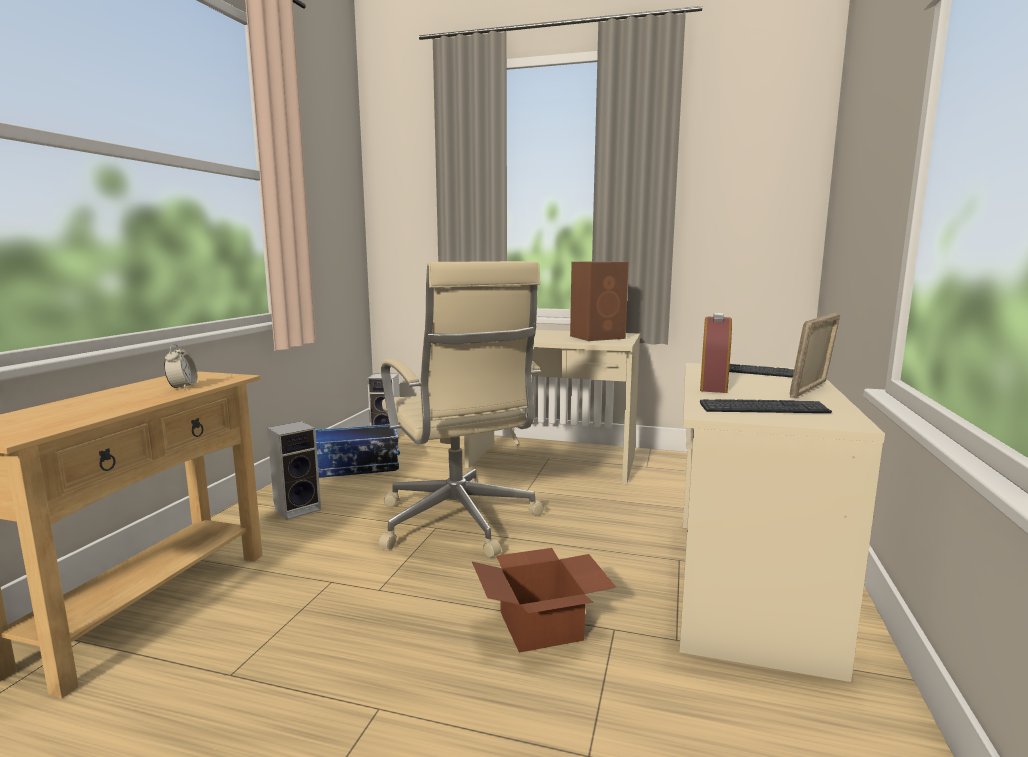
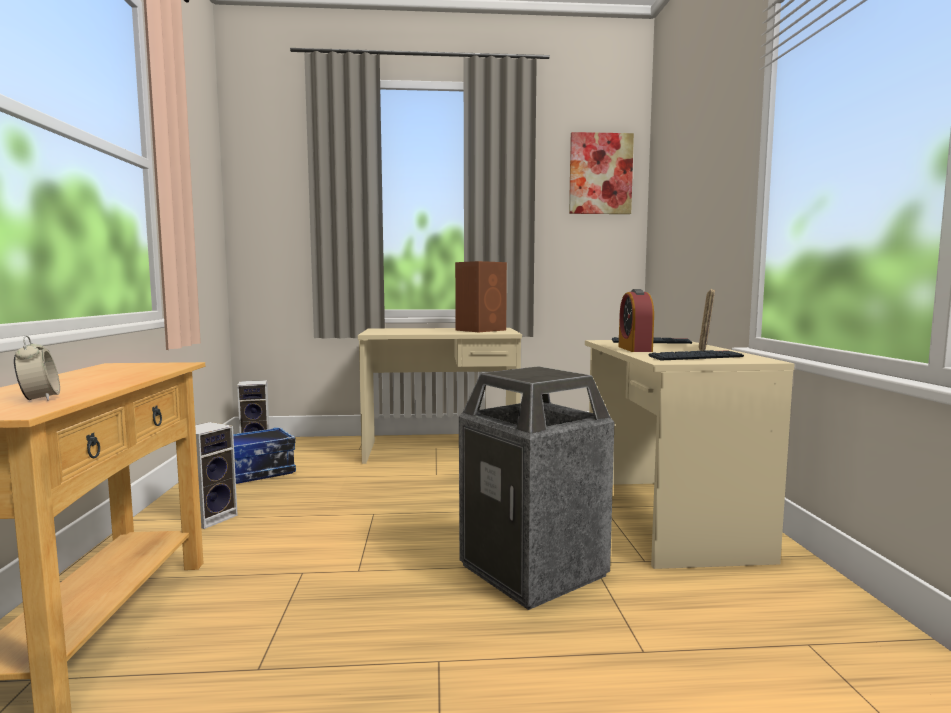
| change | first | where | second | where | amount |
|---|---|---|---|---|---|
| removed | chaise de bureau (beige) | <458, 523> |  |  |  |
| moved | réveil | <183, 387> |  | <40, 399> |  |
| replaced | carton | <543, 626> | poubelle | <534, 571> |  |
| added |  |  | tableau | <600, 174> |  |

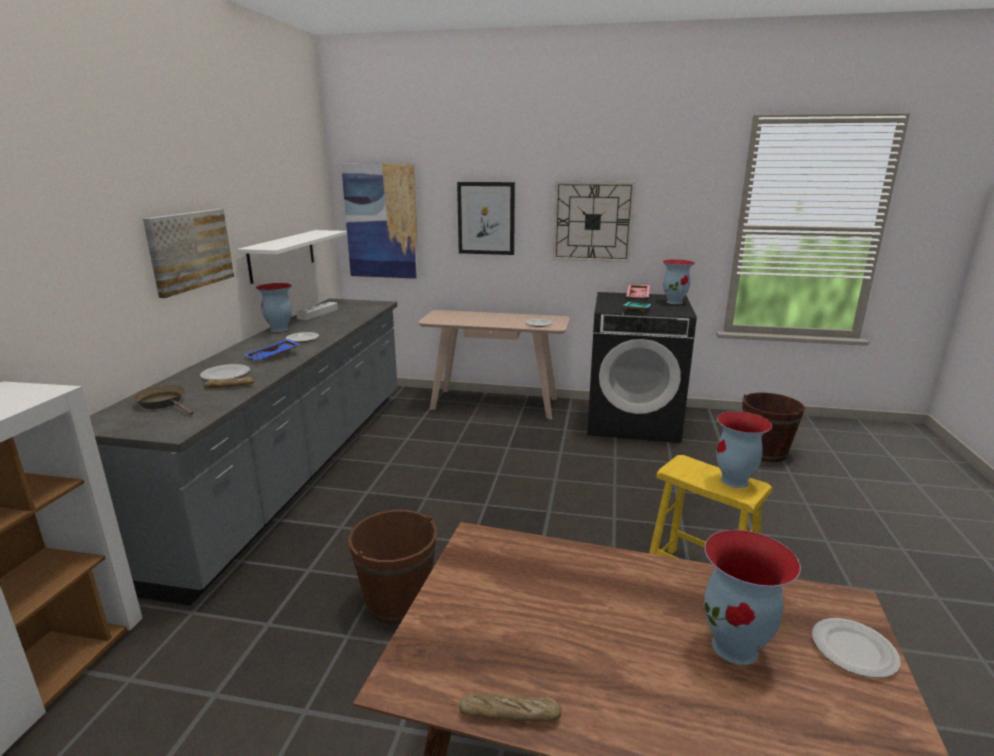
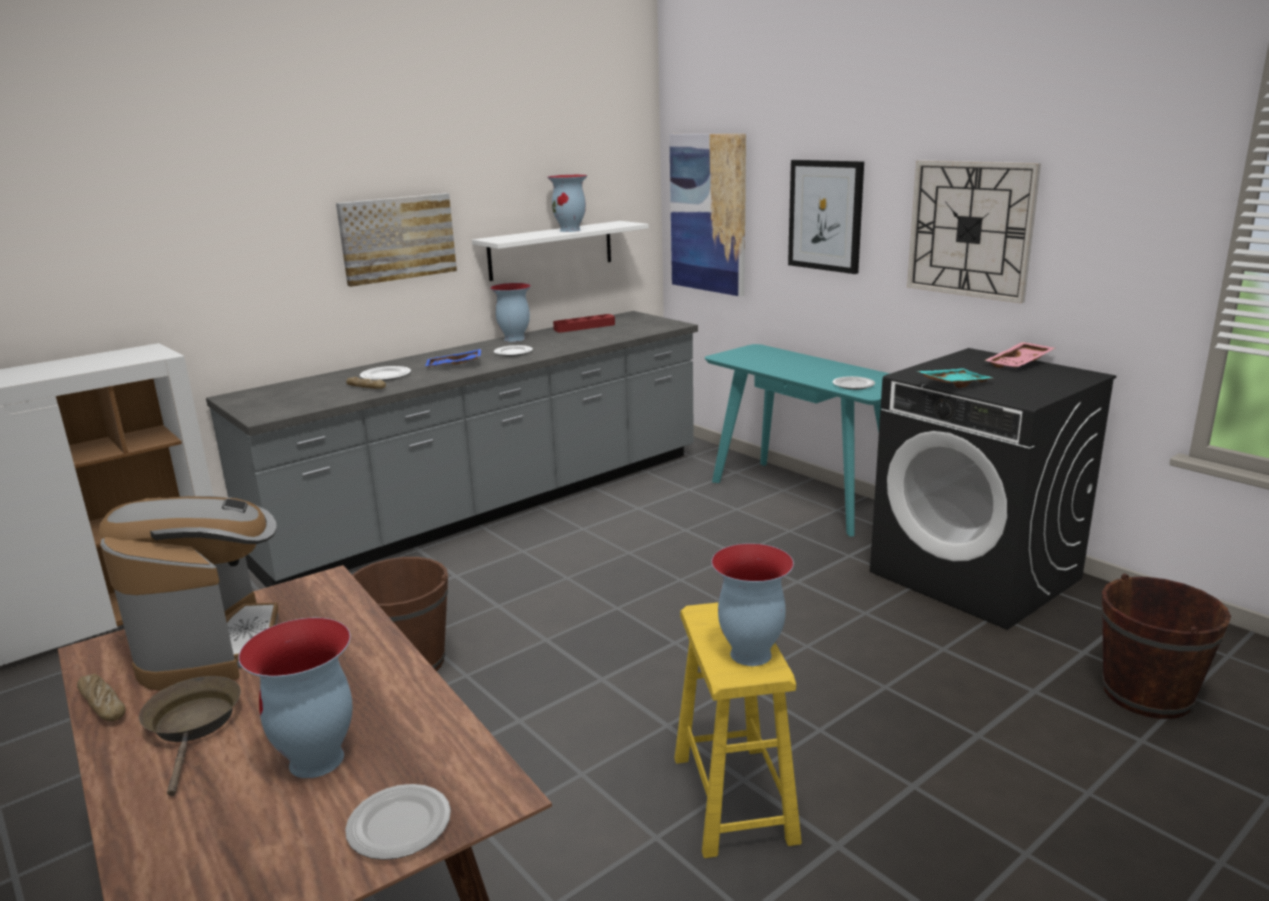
| change | first | where | second | where | amount |
|---|---|---|---|---|---|
| moved | vase | <674, 302> |  | <571, 230> |  |
| recoloured | plateau (gris) | <318, 313> | plateau (rouge) | <584, 327> |  |
| recoloured | table console (beige) | <495, 403> | table console (turquoise) | <803, 495> |  |
| moved | poêle (marron) | <163, 403> |  | <194, 725> |  |
| added |  |  | machine à café | <213, 646> |  |

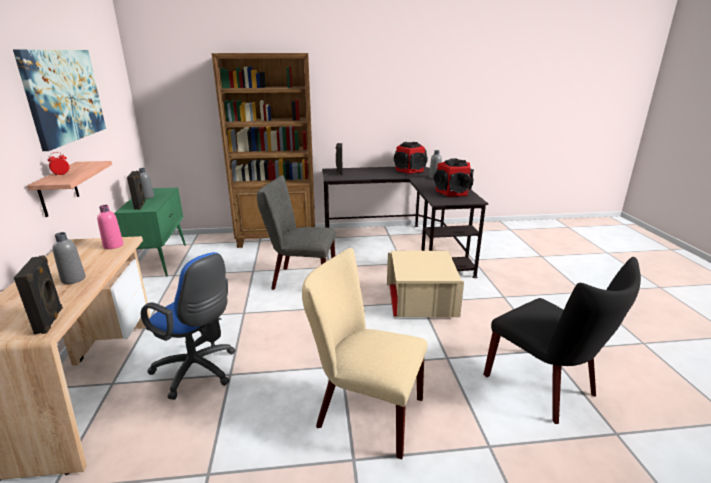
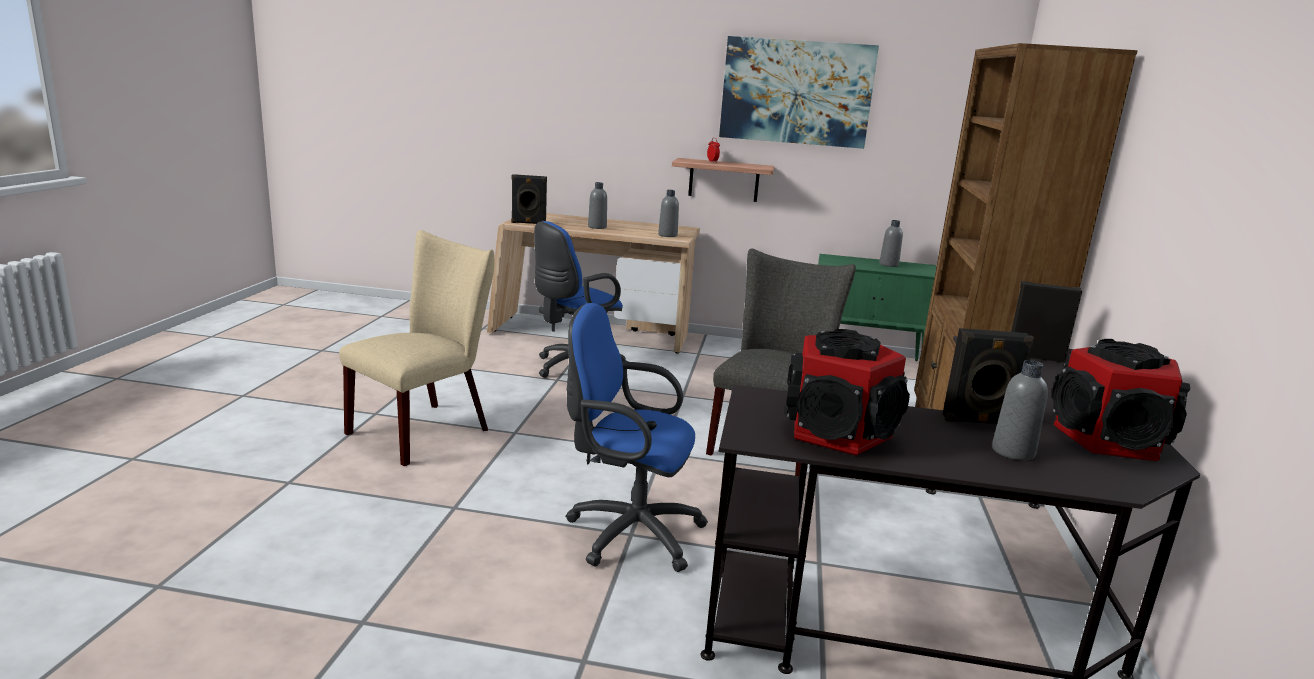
| change | first | where | second | where | amount |
|---|---|---|---|---|---|
| moved | enceinte (noir) | <140, 205> |  | <978, 421> |  |
| recoloured | bouteille (rose) | <113, 245> | bouteille (gris) | <667, 235> |  |
| replaced | boîte de rangement (beige) | <420, 303> | chaise de bureau (bleu) | <627, 532> |  |
| removed | chaise (noir) | <545, 387> |  |  |  |

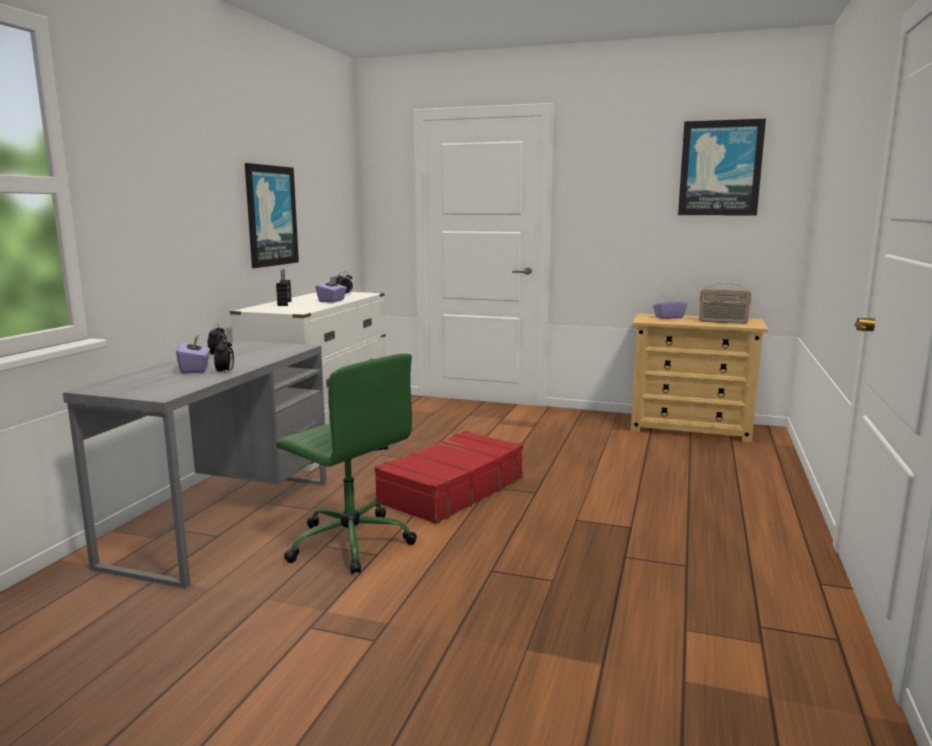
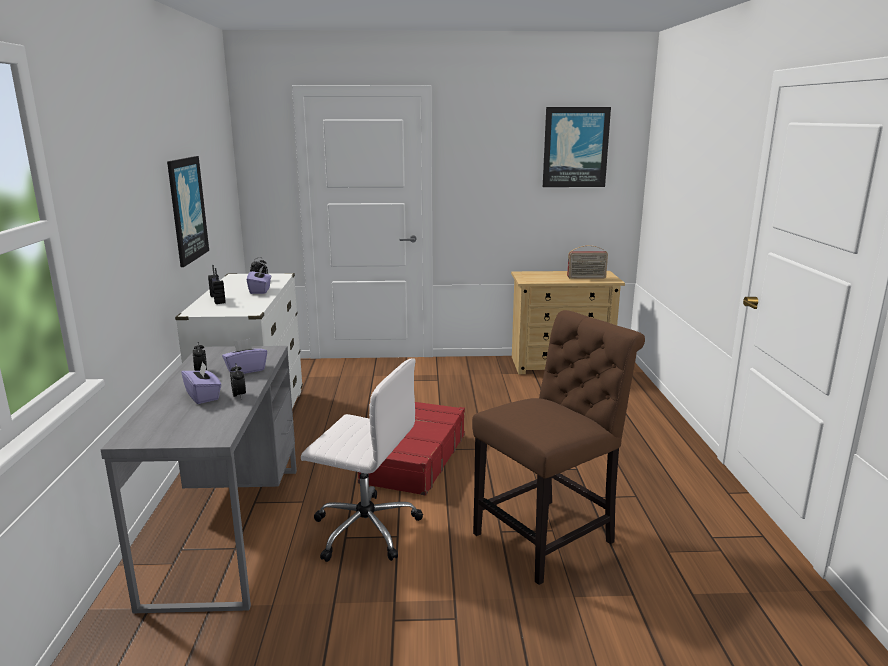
| change | first | where | second | where | amount |
|---|---|---|---|---|---|
| moved | boîte à mouchoirs (violet) | <668, 317> |  | <246, 370> |  |
| recoloured | chaise de bureau (vert) | <349, 542> | chaise de bureau (blanc) | <364, 529> |  |
| added |  |  | chaise (marron) | <549, 536> |  |

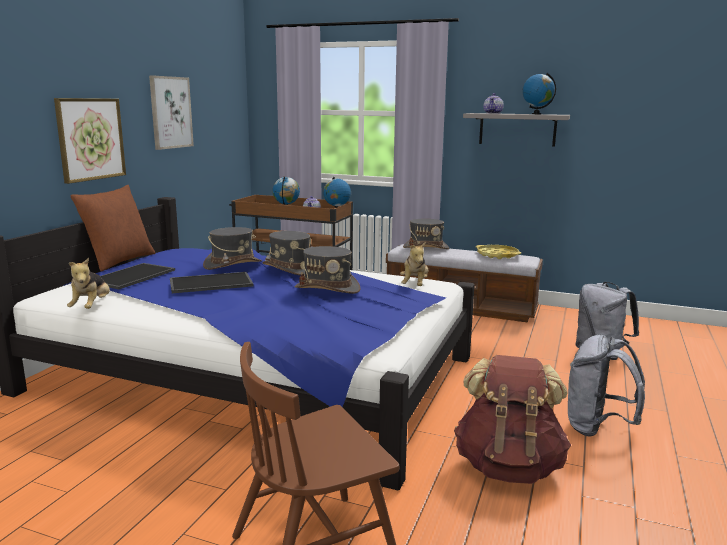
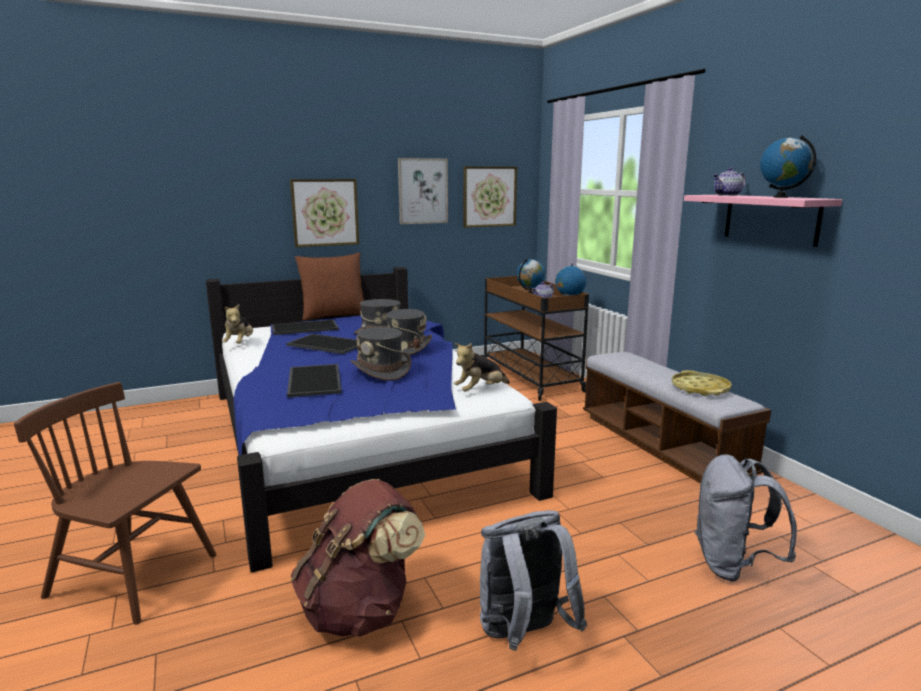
| change | first | where | second | where | amount |
|---|---|---|---|---|---|
| recoloured | étagère (gris) | <517, 129> | étagère (rose) | <771, 219> |  |
| removed | chapeau (gris) | <426, 247> |  |  |  |
| turned | peluche | <92, 307> |  | <240, 343> | 45 degrees counterclockwise |
| added |  |  | tableau | <489, 196> |  |
| added |  |  | plateau | <313, 380> |  |

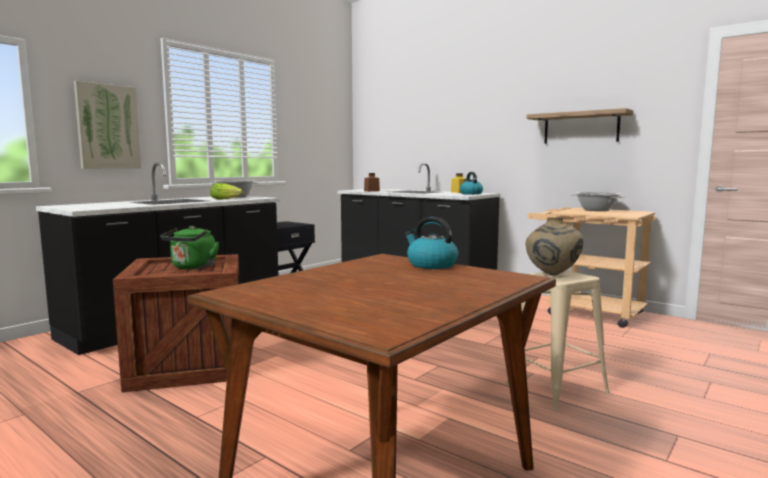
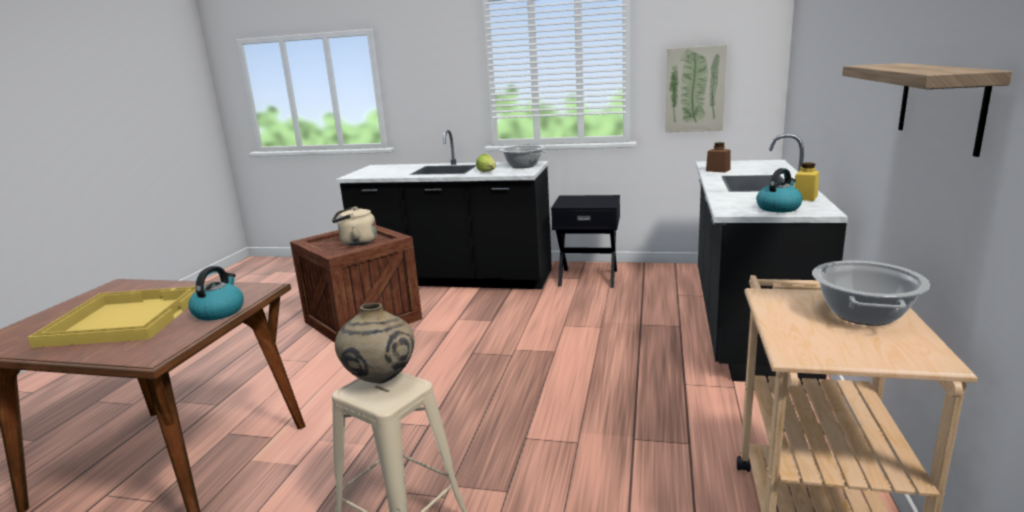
| change | first | where | second | where | amount |
|---|---|---|---|---|---|
| moved | tableau | <108, 126> |  | <695, 89> |  |
| recoloured | bouilloire (vert) | <192, 267> | bouilloire (beige) | <356, 242> |  |
| added |  |  | plateau (jaune) | <123, 318> |  |

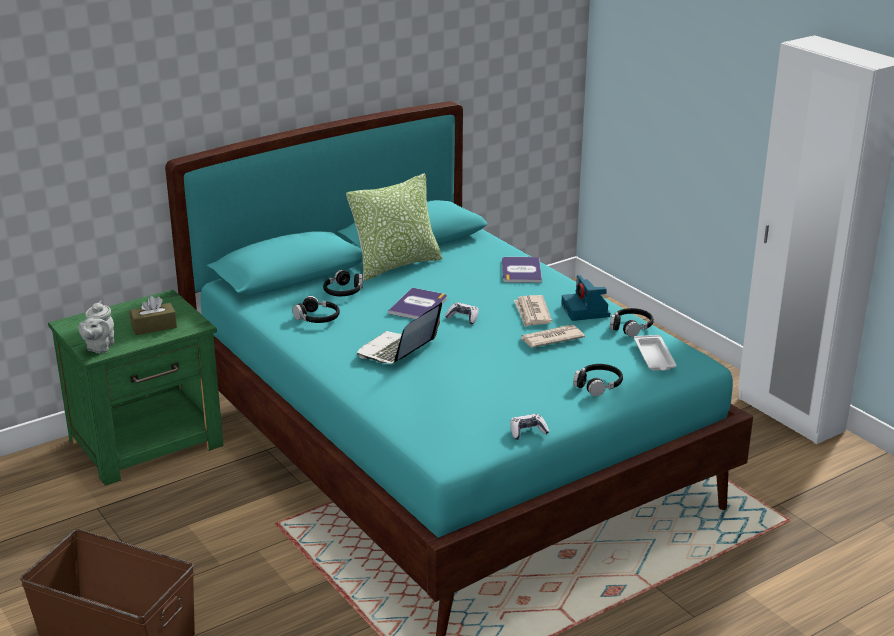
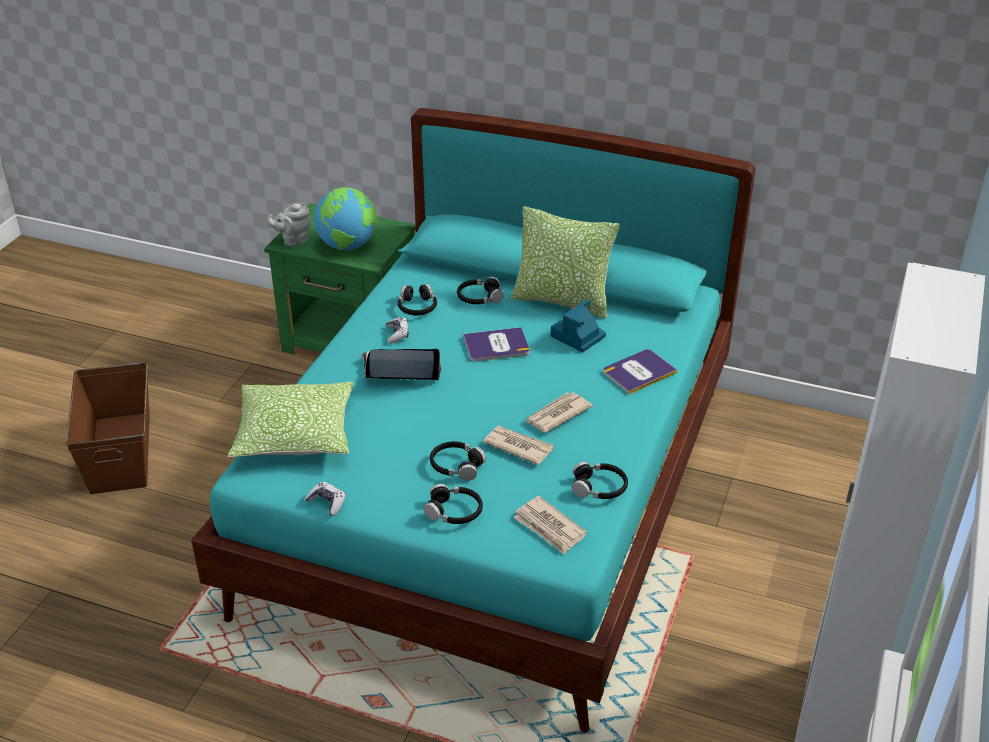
| change | first | where | second | where | amount |
|---|---|---|---|---|---|
| moved | appareil photo | <586, 311> |  | <577, 337> |  |
| replaced | boîte à mouchoirs (marron) | <154, 326> | globe | <348, 246> |  |
| moved | manette | <463, 318> |  | <397, 334> |  |
| replaced | plateau (blanc) | <654, 357> | journal | <549, 528> |  |
| added |  |  | coussin | <295, 434> |  |
| added |  |  | casque audio (noir) | <456, 466> |  |

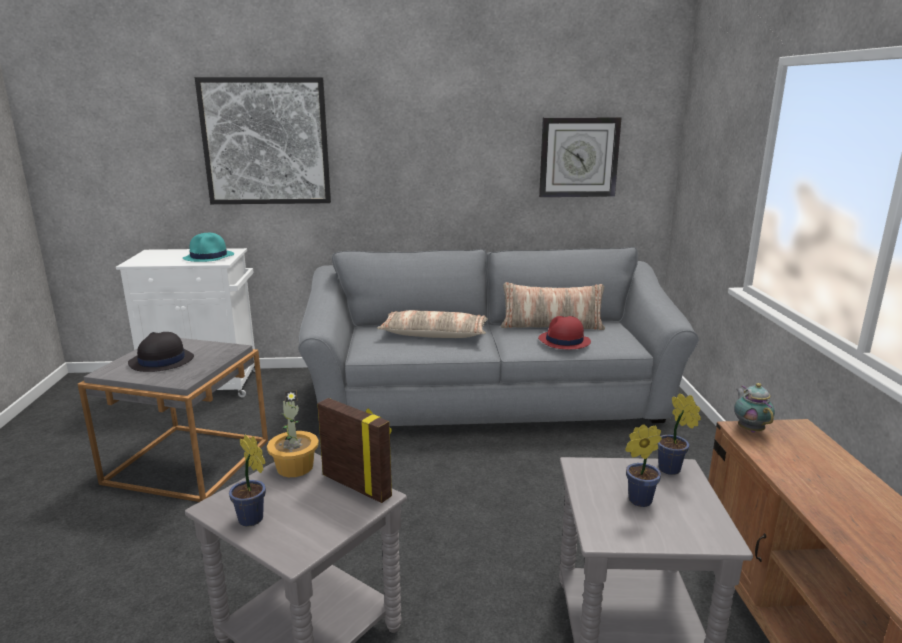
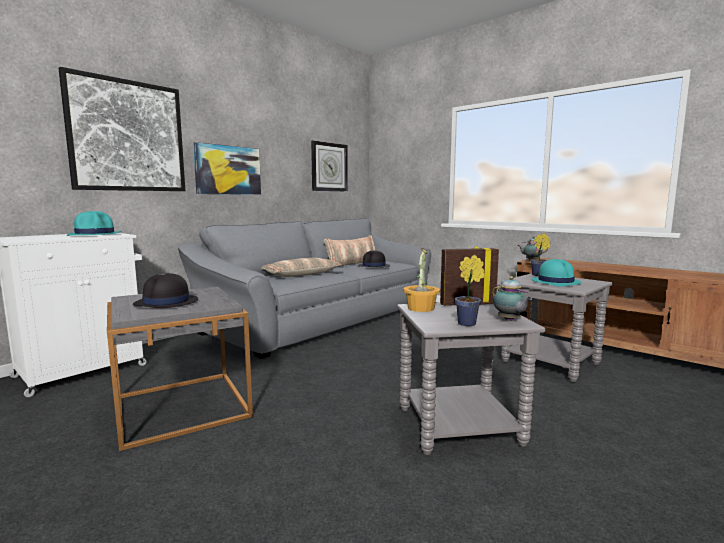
| change | first | where | second | where | amount |
|---|---|---|---|---|---|
| recoloured | chapeau (rouge) | <564, 341> | chapeau (noir) | <374, 266> |  |
| replaced | plante en pot | <637, 500> | chapeau (turquoise) | <555, 282> |  |
| added |  |  | tableau | <228, 170> |  |
| added |  |  | théière | <509, 320> |  |

